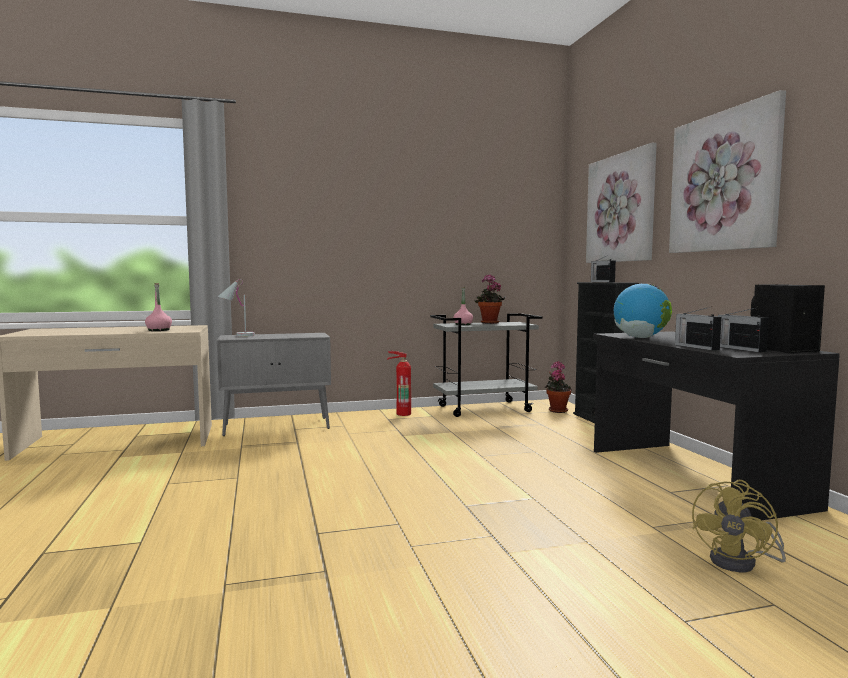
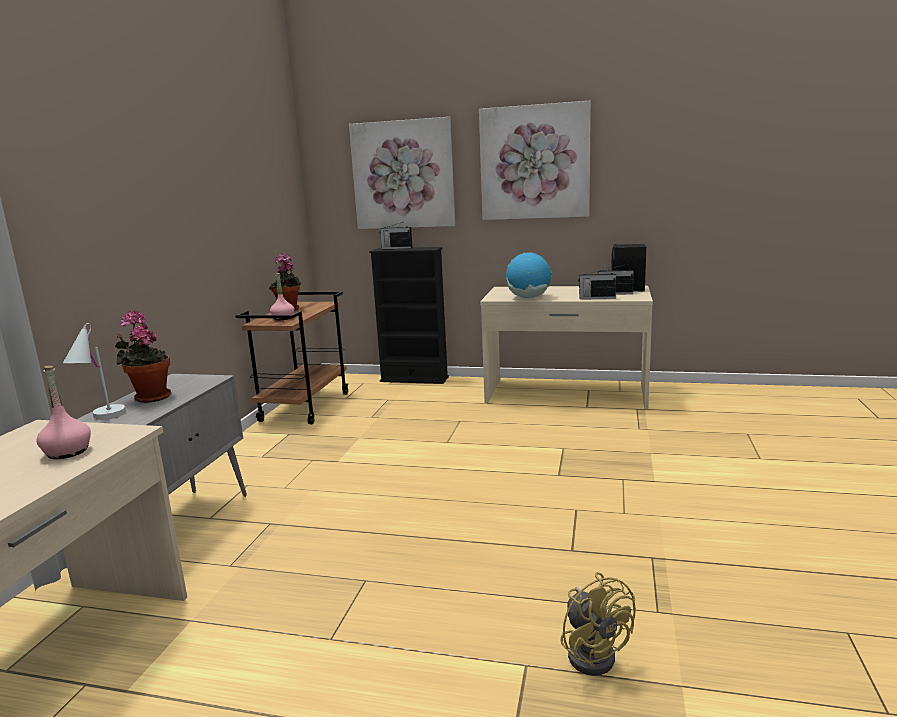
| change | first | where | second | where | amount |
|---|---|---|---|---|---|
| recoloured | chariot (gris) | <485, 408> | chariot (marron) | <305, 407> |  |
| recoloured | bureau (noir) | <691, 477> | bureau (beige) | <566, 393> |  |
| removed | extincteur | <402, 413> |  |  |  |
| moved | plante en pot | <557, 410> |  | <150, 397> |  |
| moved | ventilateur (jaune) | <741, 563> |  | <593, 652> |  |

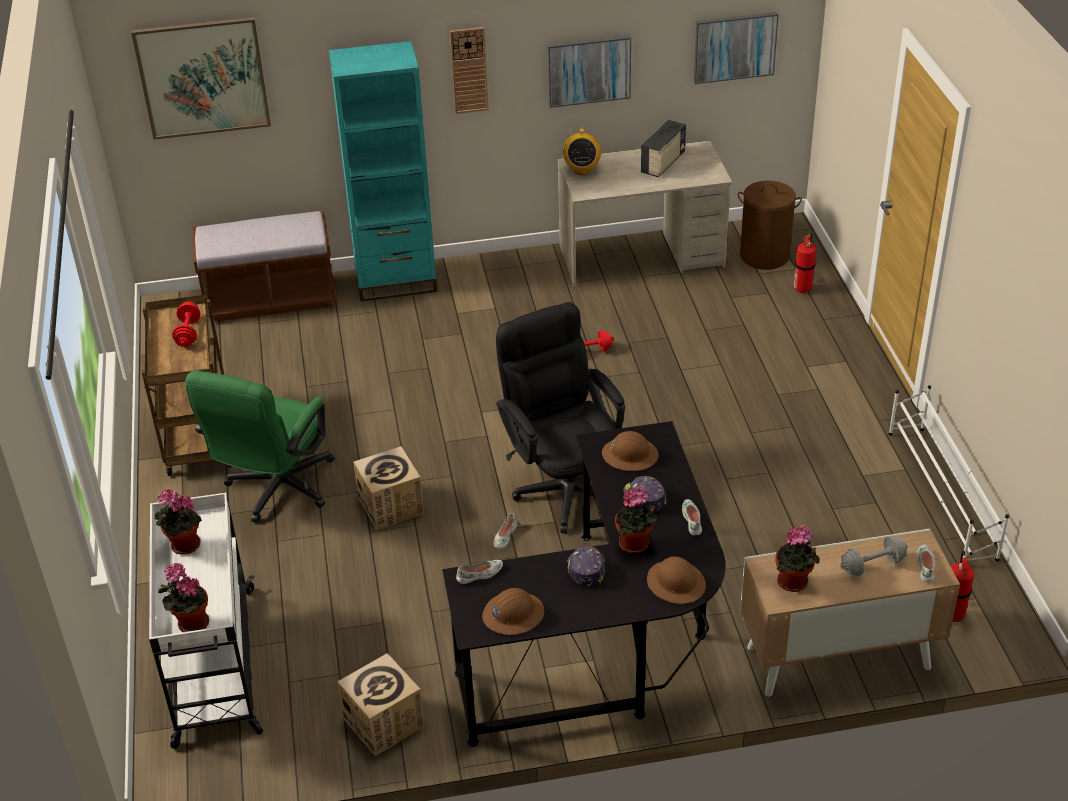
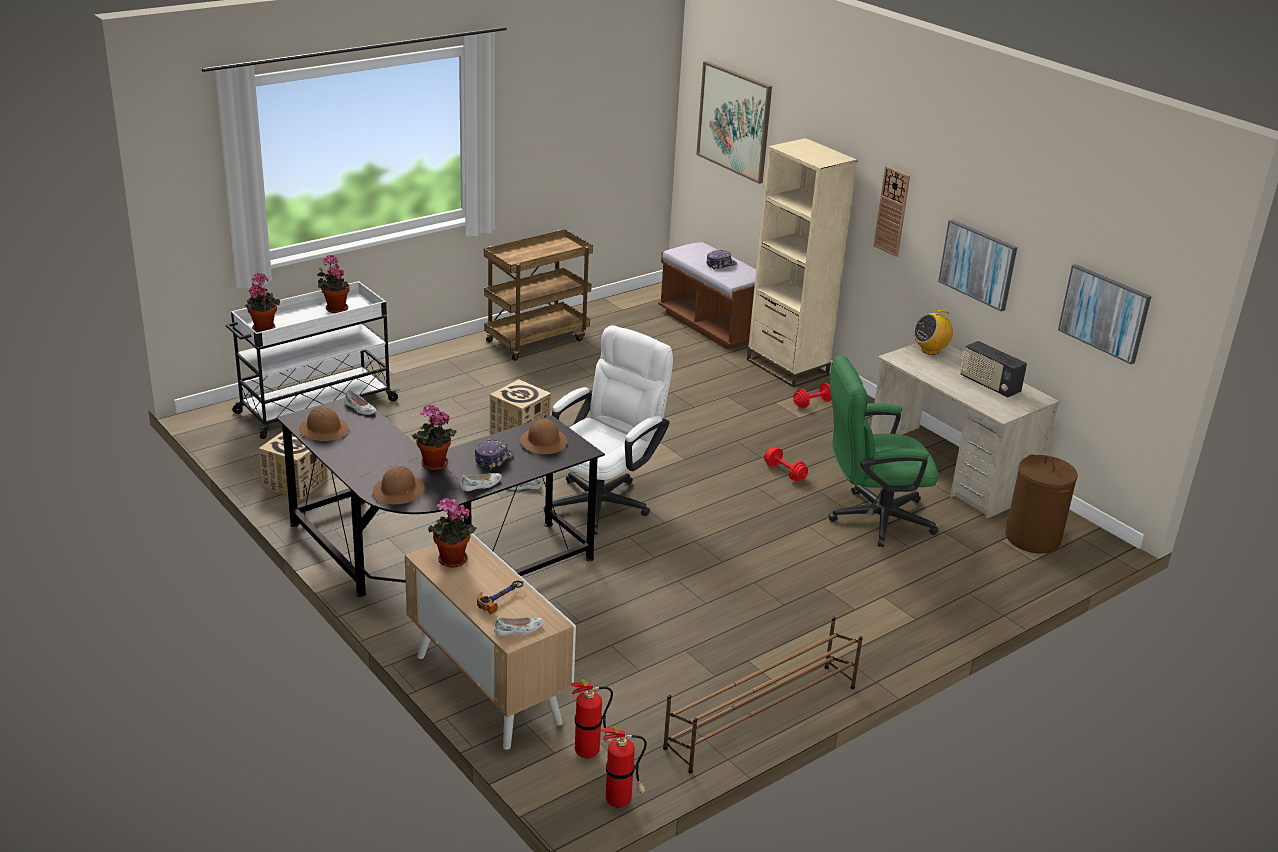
| change | first | where | second | where | amount |
|---|---|---|---|---|---|
| recoloured | bibliothèque (turquoise) | <396, 281> | bibliothèque (beige) | <787, 367> |  |
| turned | radio | <663, 163> |  | <989, 385> | 45 degrees clockwise |
| moved | extincteur | <803, 288> |  | <621, 801> |  |
| moved | haltère (rouge) | <188, 333> |  | <813, 403> |  |
| recoloured | chaise de bureau (noir) | <564, 484> | chaise de bureau (blanc) | <604, 500> |  |
| moved | chaise de bureau (vert) | <276, 492> |  | <871, 518> |  |
| recoloured | étagère à chaussures (blanc) | <941, 495> | étagère à chaussures (marron) | <760, 717> |  |
| replaced | haltère (gris) | <872, 565> | marteau | <500, 599> |  |
| moved | casquette | <586, 569> |  | <720, 264> |  |

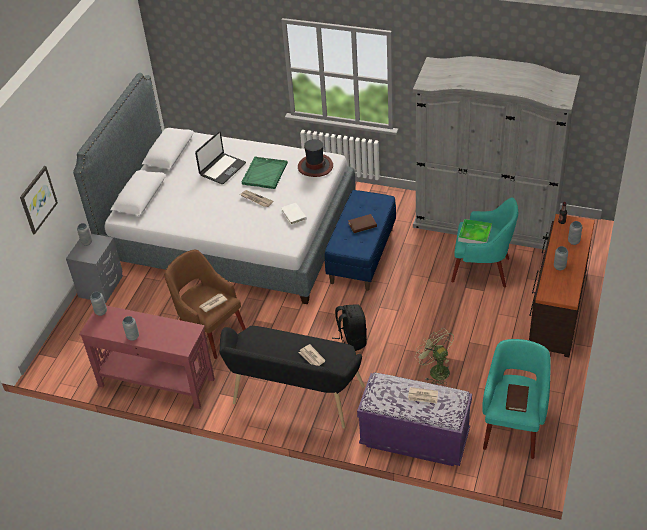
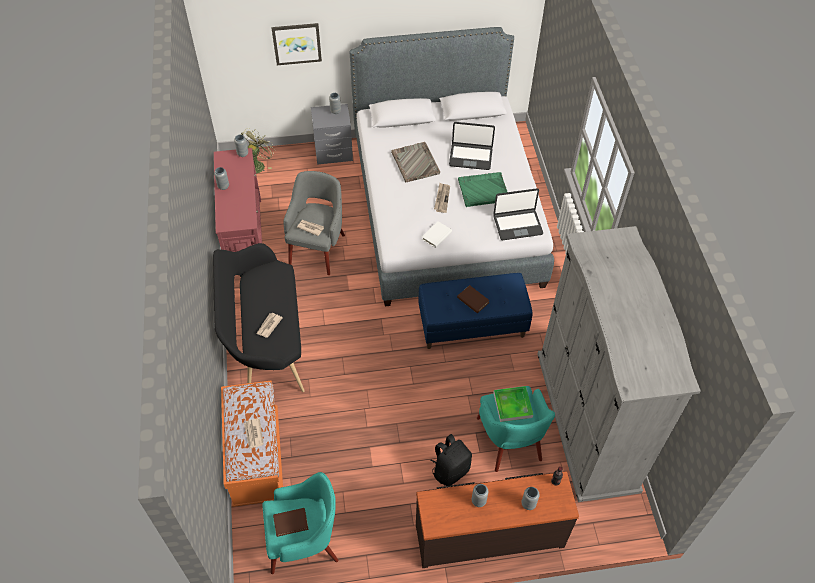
| change | first | where | second | where | amount |
|---|---|---|---|---|---|
| replaced | chapeau | <315, 166> | ordinateur portable | <517, 225> |  |
| recoloured | fauteuil (marron) | <210, 331> | fauteuil (gris) | <318, 248> |  |
| moved | sac à dos (noir) | <351, 340> |  | <450, 470> |  |
| moved | ventilateur (vert) | <435, 370> |  | <258, 164> |  |
| recoloured | banc (violet) | <414, 439> | banc (orange) | <256, 457> |  |
| added |  |  | plateau (gris) | <415, 162> |  |

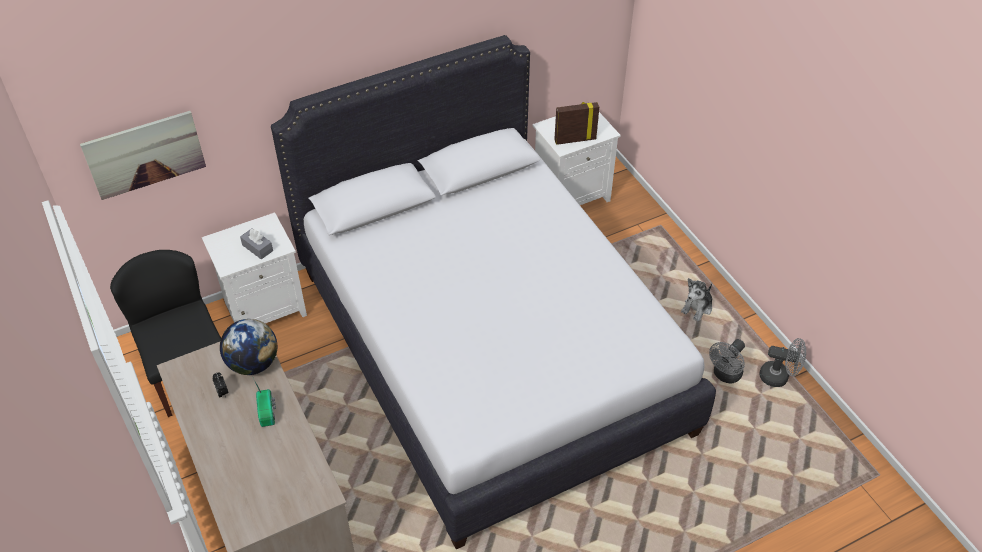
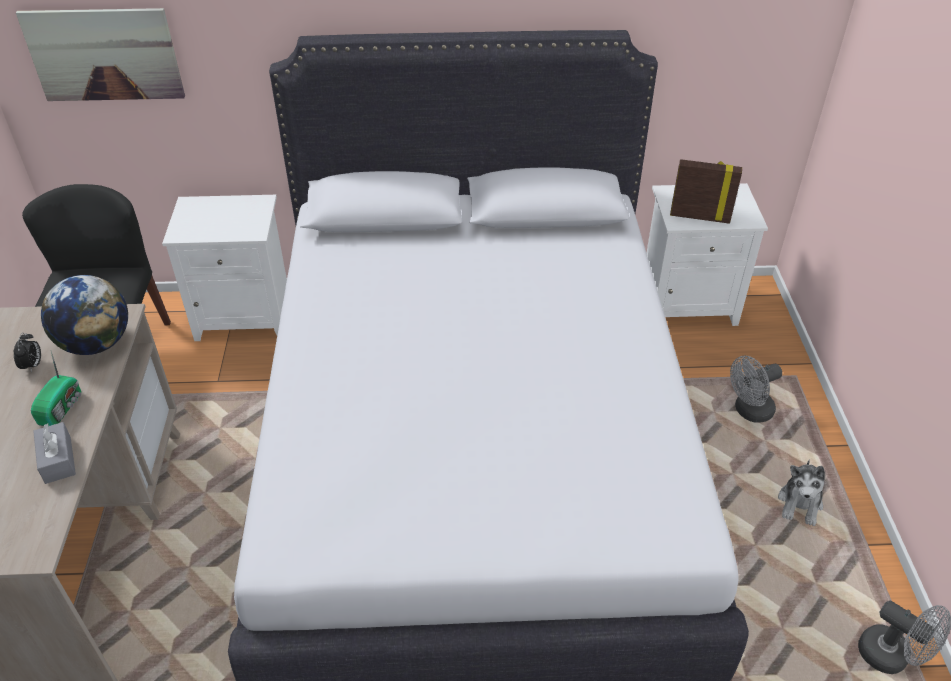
| change | first | where | second | where | amount |
|---|---|---|---|---|---|
| moved | boîte à mouchoirs (gris) | <257, 248> |  | <58, 460> |  |
| turned | peluche | <697, 308> |  | <800, 503> | 45 degrees counterclockwise |
| moved | ventilateur (gris) | <725, 375> |  | <748, 411> |  |

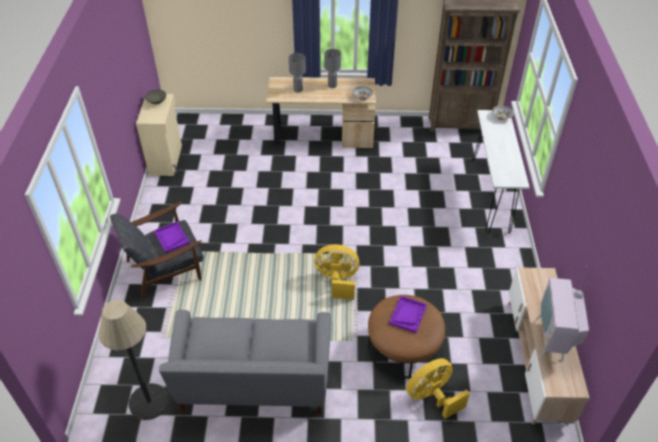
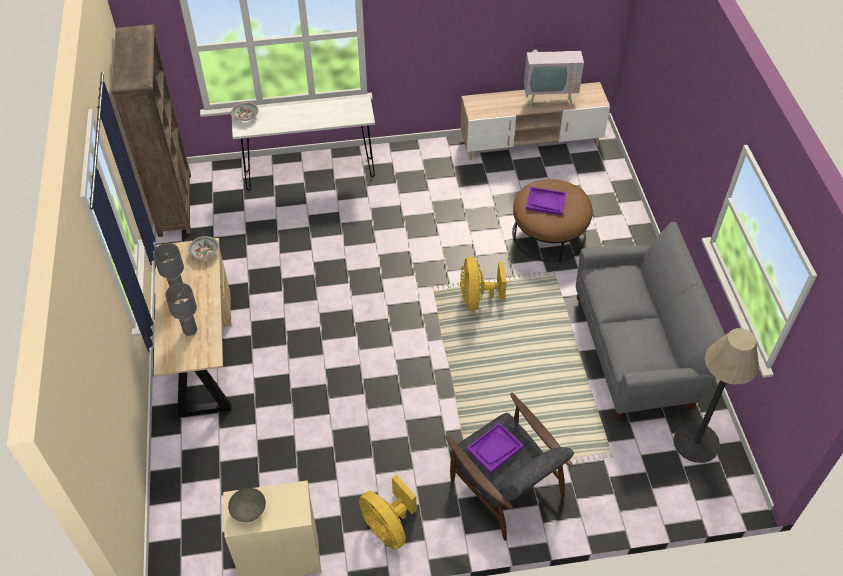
| change | first | where | second | where | amount |
|---|---|---|---|---|---|
| moved | ventilateur (jaune) | <432, 396> |  | <388, 527> |  |

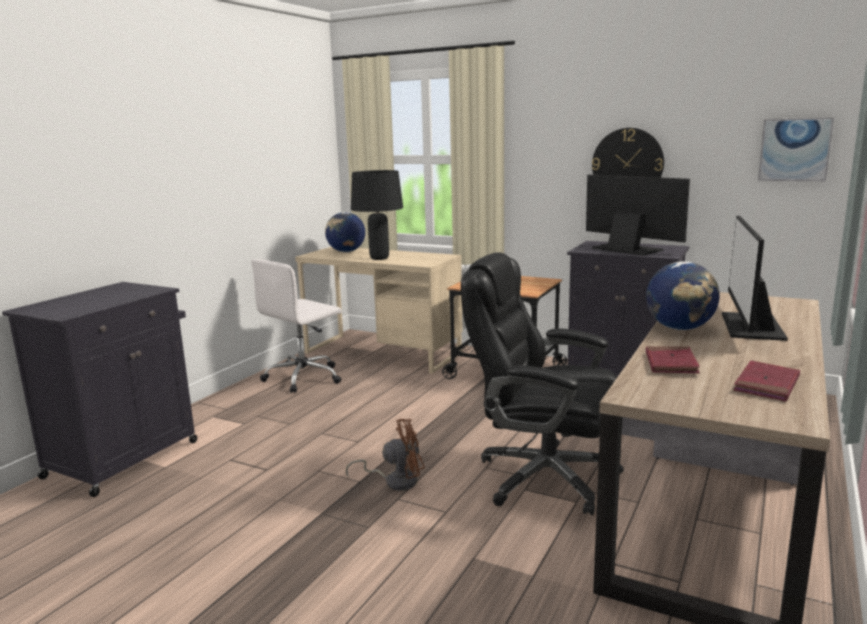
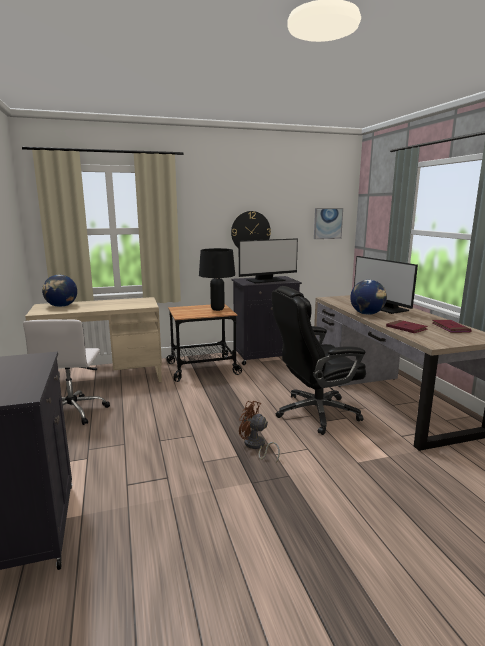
| change | first | where | second | where | amount |
|---|---|---|---|---|---|
| moved | lampe de table (noir) | <379, 258> |  | <217, 309> |  |
| turned | écran d'ordinateur | <627, 249> |  | <266, 280> | 150 degrees clockwise |
| turned | ventilateur (marron) | <395, 481> |  | <256, 446> | 90 degrees counterclockwise |

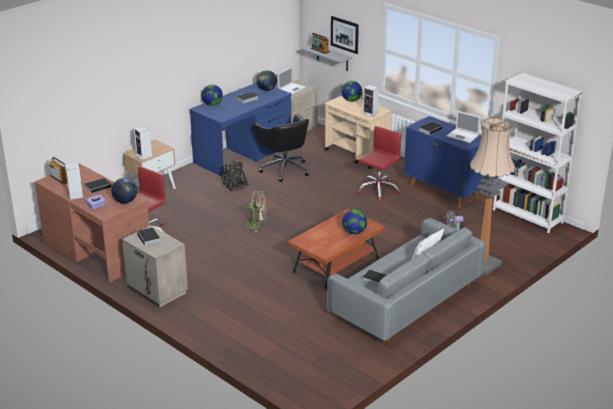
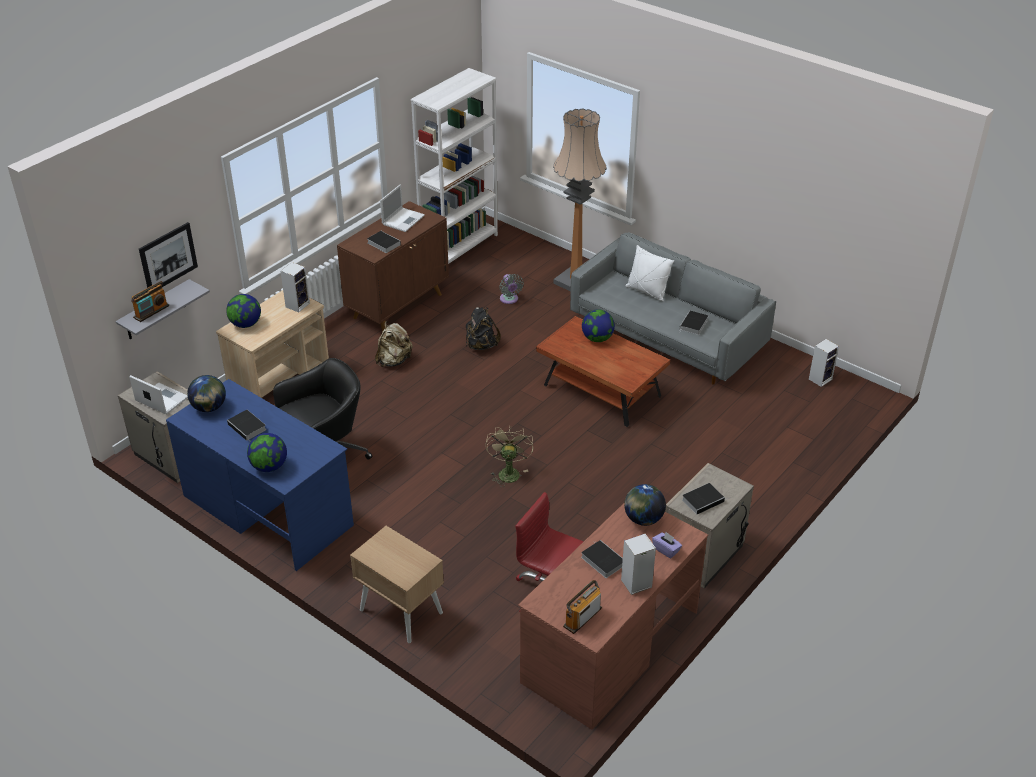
| change | first | where | second | where | amount |
|---|---|---|---|---|---|
| recoloured | meuble de rangement (bleu) | <444, 191> | meuble de rangement (marron) | <398, 305> |  |
| moved | enceinte | <144, 156> |  | <820, 378> |  |
| replaced | chaise de bureau (rouge) | <378, 189> | sac à dos (beige) | <394, 361> |  |
| moved | sac à dos (noir) | <234, 188> |  | <481, 345> |  |

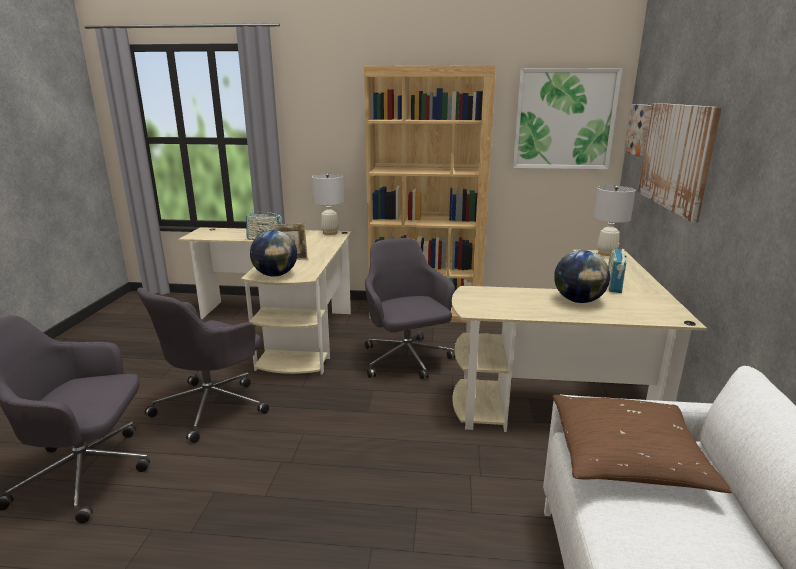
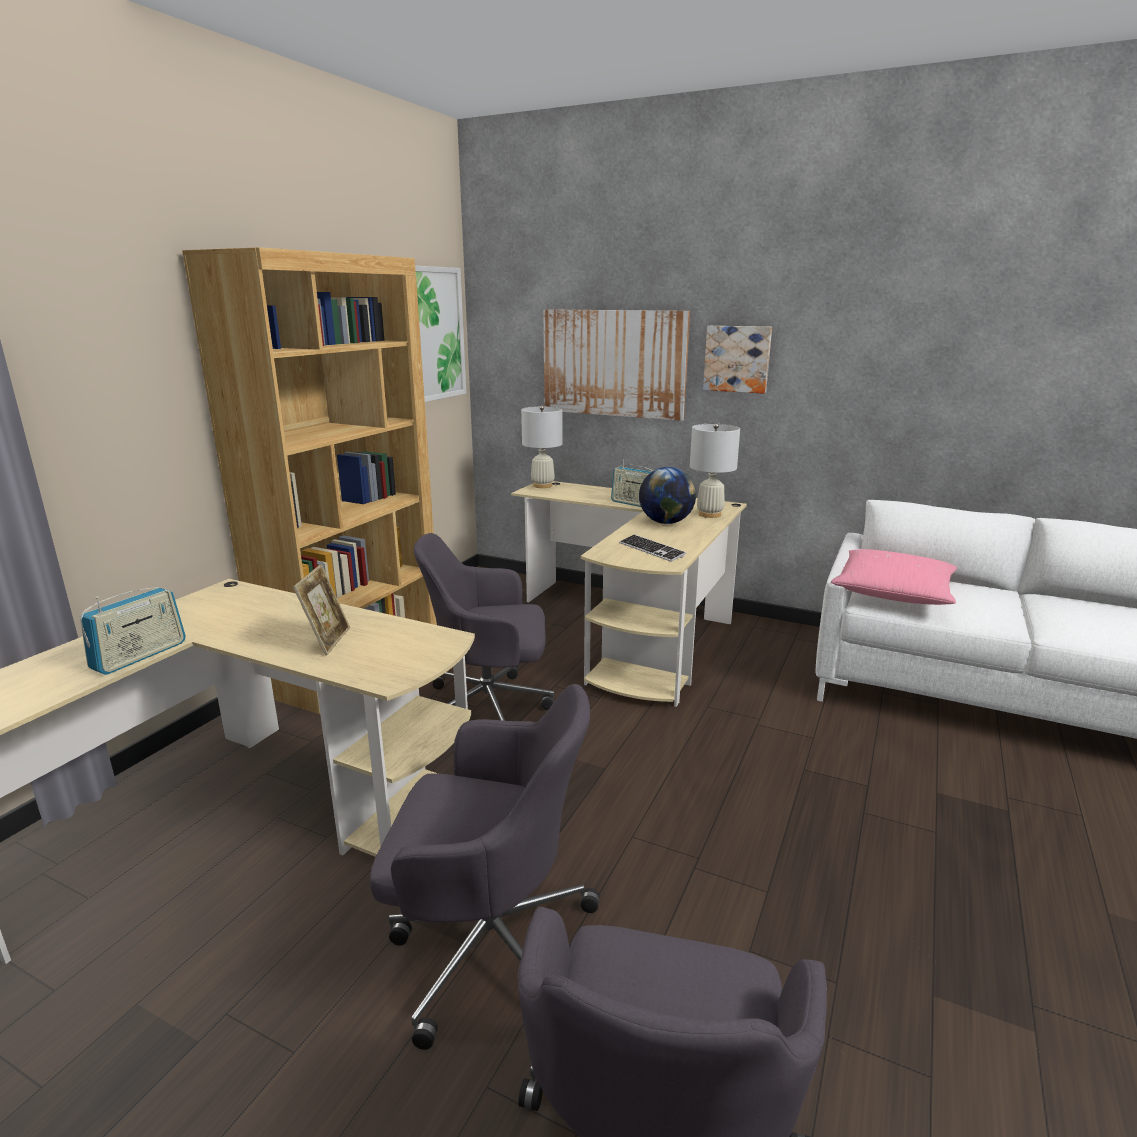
| change | first | where | second | where | amount |
|---|---|---|---|---|---|
| moved | tableau | <640, 129> |  | <737, 359> |  |
| moved | lampe de table (blanc) | <330, 233> |  | <709, 514> |  |
| removed | globe | <275, 275> |  |  |  |
| turned | chaise de bureau (gris) | <212, 405> |  | <489, 947> | 45 degrees counterclockwise |
| recoloured | coussin (marron) | <626, 457> | coussin (rose) | <893, 592> |  |
| added |  |  | clavier | <651, 550> |  |

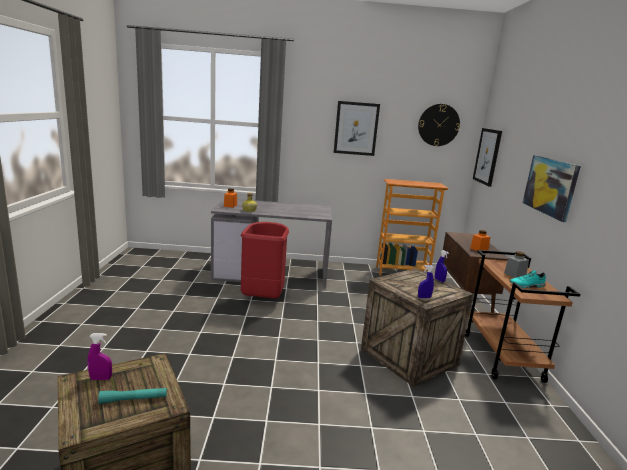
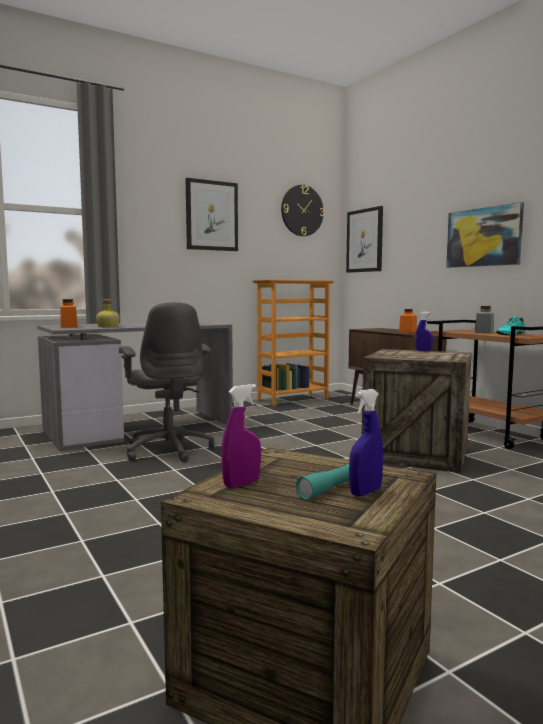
| change | first | where | second | where | amount |
|---|---|---|---|---|---|
| replaced | poubelle (rouge) | <263, 298> | chaise de bureau (gris) | <168, 450> |  |
| moved | vaporisateur (bleu) | <424, 297> |  | <365, 492> |  |

